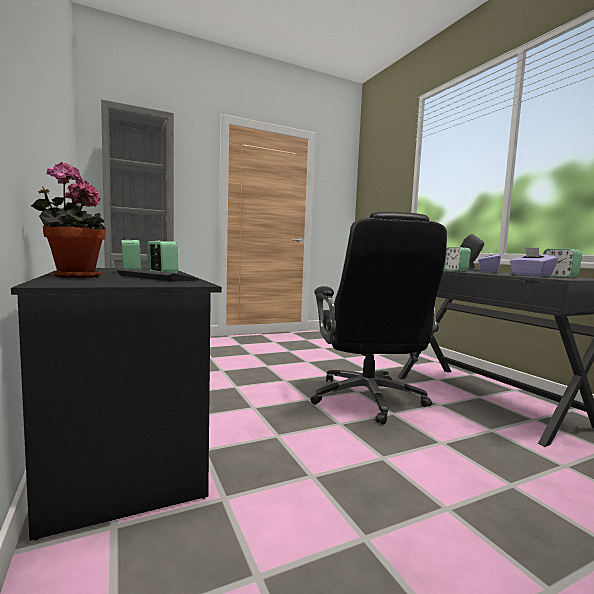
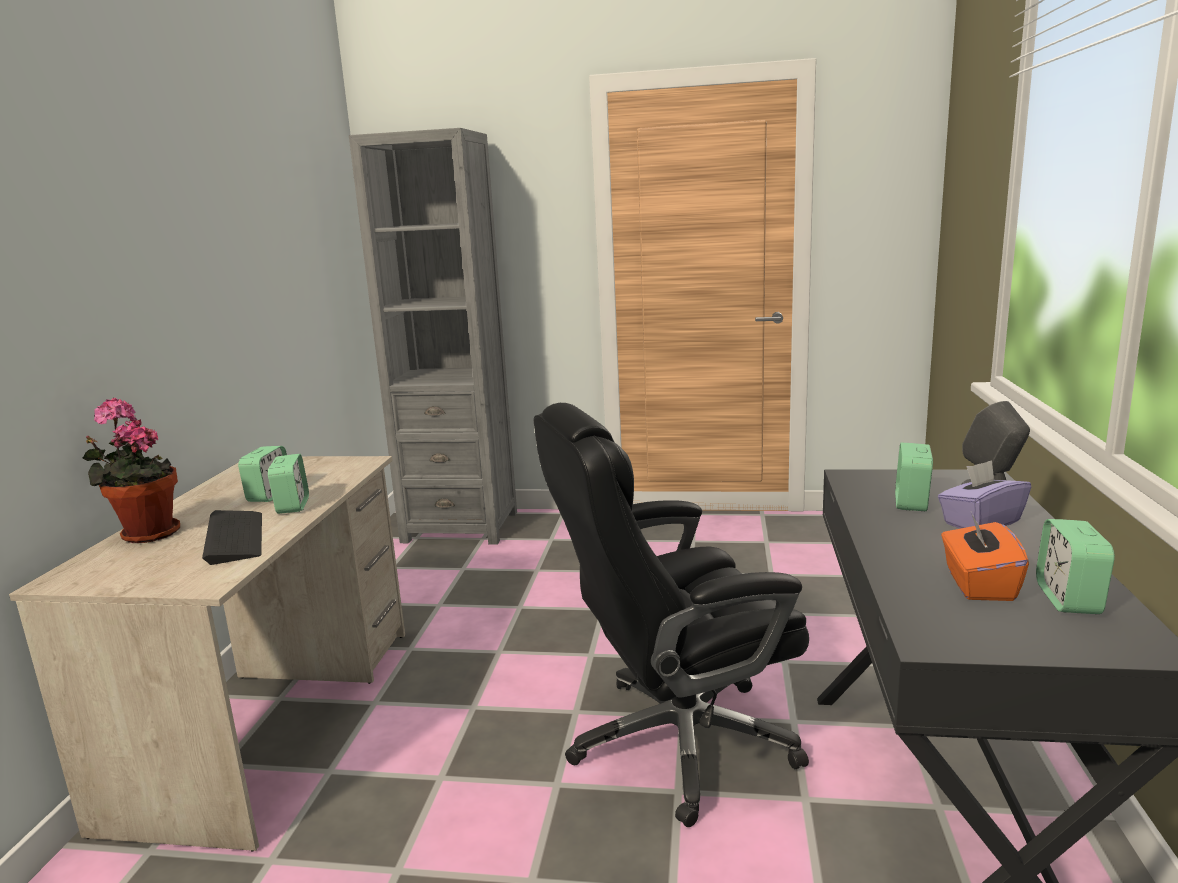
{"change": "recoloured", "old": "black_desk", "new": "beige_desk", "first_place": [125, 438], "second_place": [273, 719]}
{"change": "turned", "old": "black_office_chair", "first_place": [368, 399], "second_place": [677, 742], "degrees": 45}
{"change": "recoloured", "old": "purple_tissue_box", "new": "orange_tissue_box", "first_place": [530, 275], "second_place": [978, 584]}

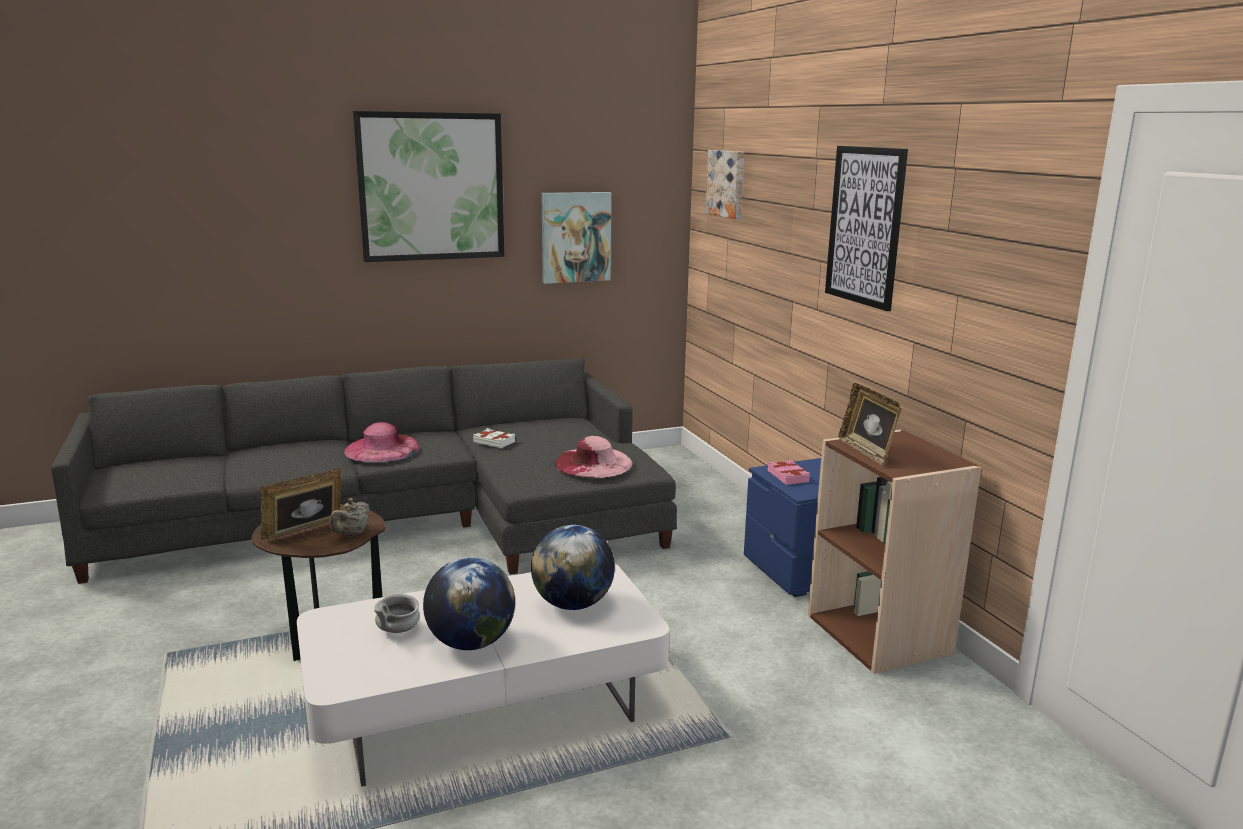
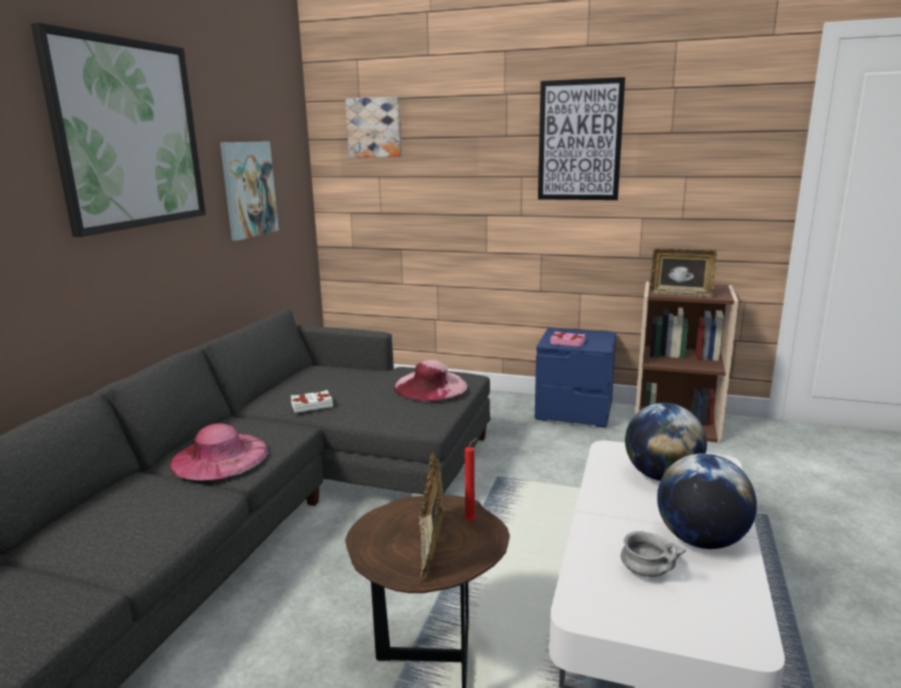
{"change": "replaced", "old": "beige_teapot", "new": "red_candle", "first_place": [351, 534], "second_place": [471, 521]}

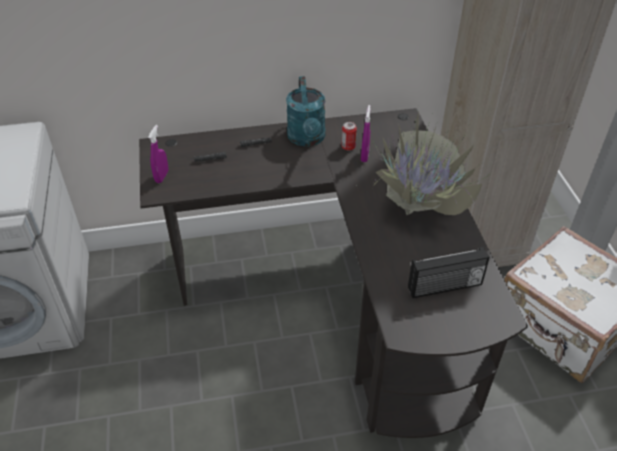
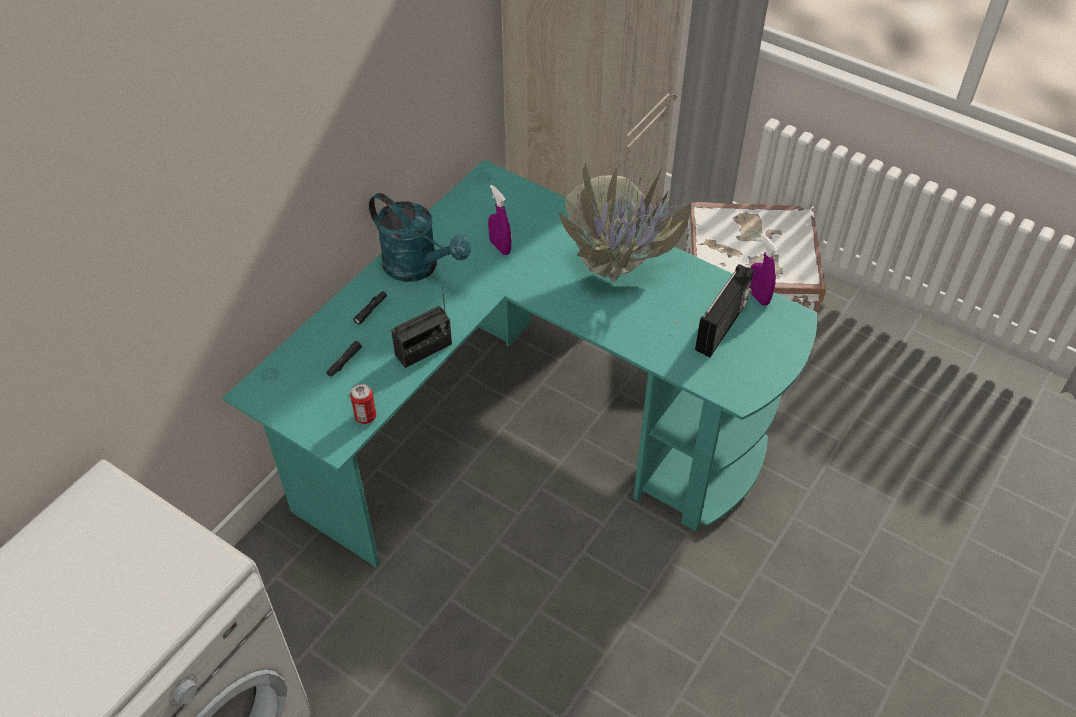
{"change": "recoloured", "old": "black_desk", "new": "turquoise_desk", "first_place": [337, 298], "second_place": [526, 432]}
{"change": "moved", "old": "purple_spray_bottle", "first_place": [162, 176], "second_place": [757, 296]}
{"change": "moved", "old": "can", "first_place": [348, 147], "second_place": [365, 416]}
{"change": "added", "new": "radio", "second_place": [423, 350]}

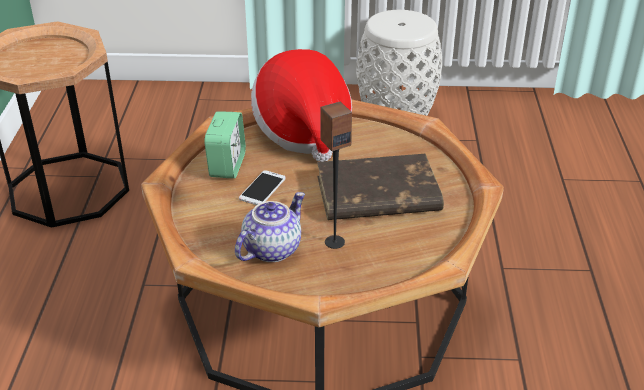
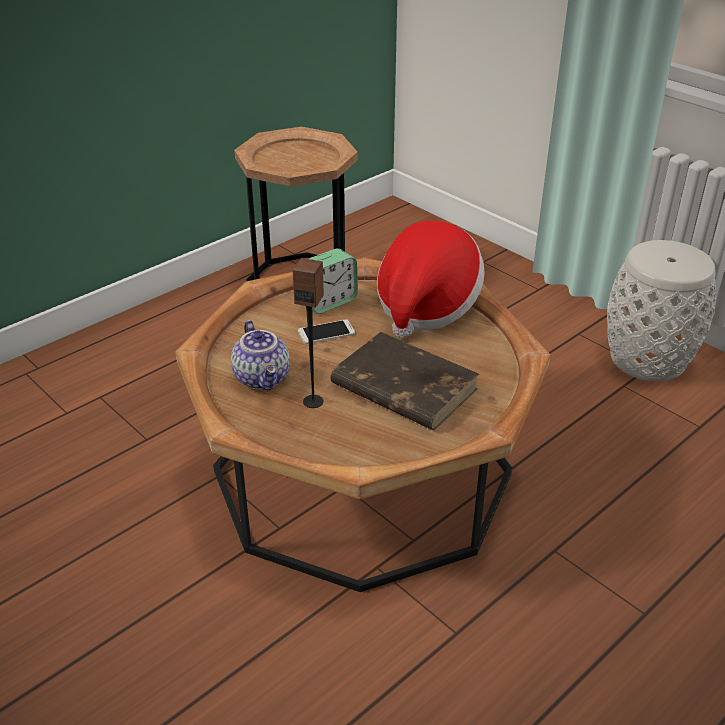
{"change": "turned", "old": "teapot", "first_place": [271, 249], "second_place": [263, 378], "degrees": 75}

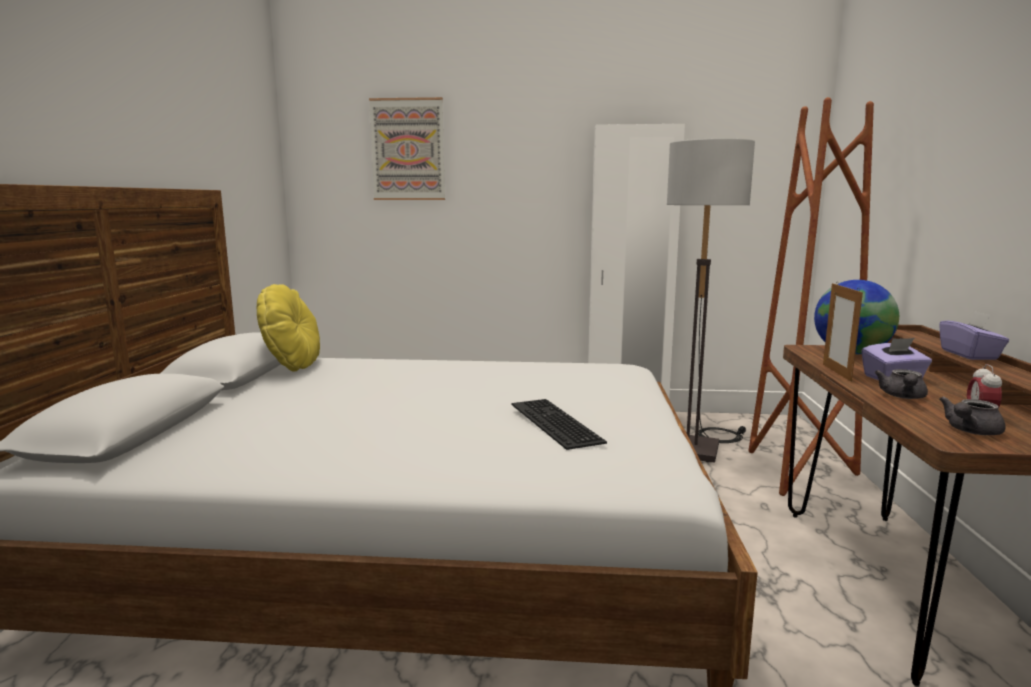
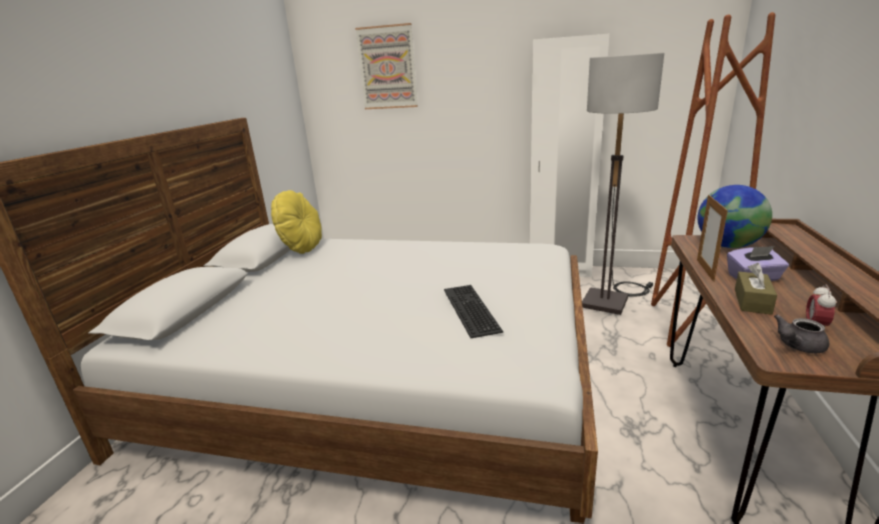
{"change": "replaced", "old": "grey_teapot", "new": "brown_tissue_box", "first_place": [902, 397], "second_place": [752, 301]}
{"change": "removed", "old": "purple_tissue_box", "first_place": [969, 355]}

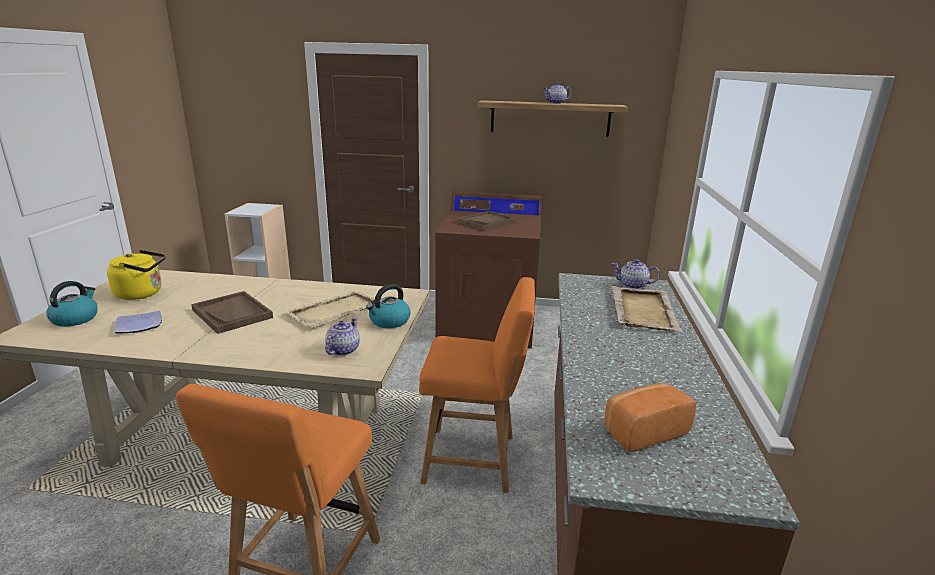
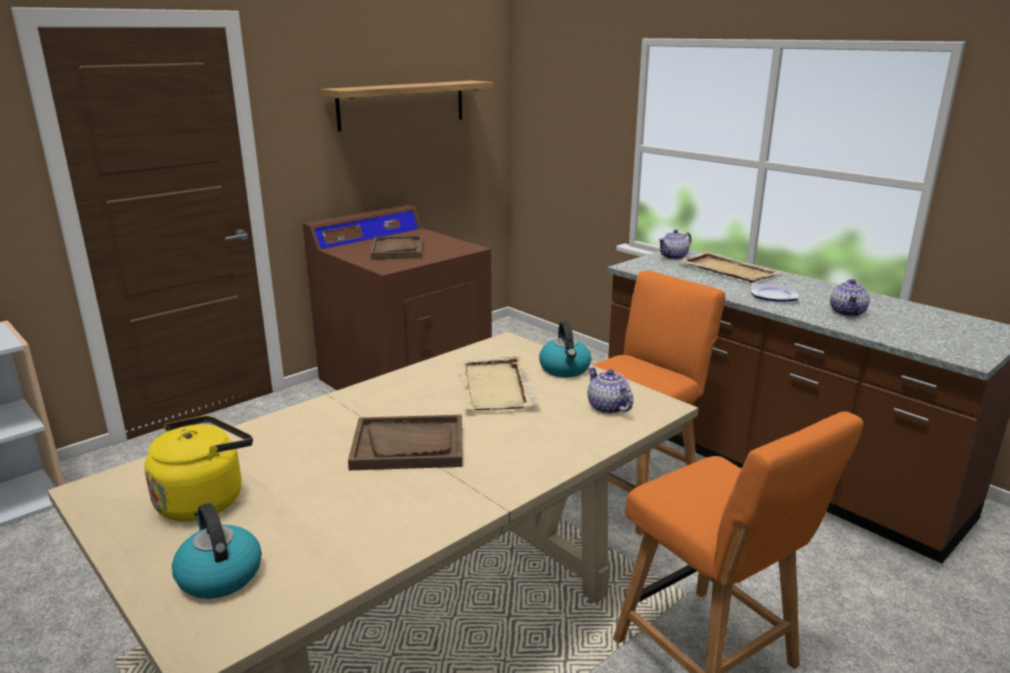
{"change": "moved", "old": "plate", "first_place": [140, 325], "second_place": [774, 295]}
{"change": "moved", "old": "teapot", "first_place": [556, 103], "second_place": [847, 312]}
{"change": "removed", "old": "bread", "first_place": [642, 431]}

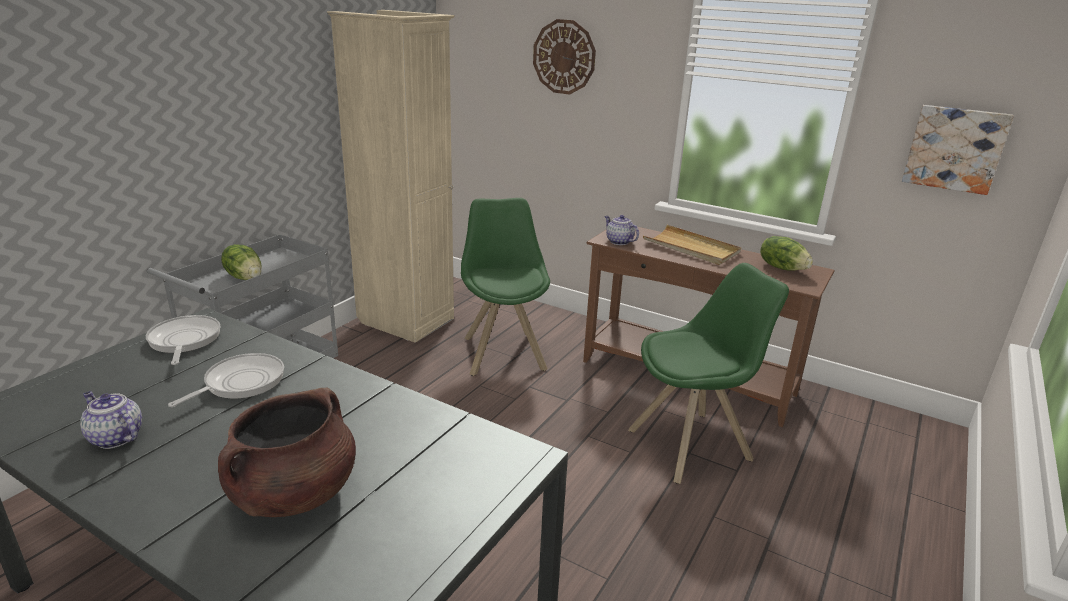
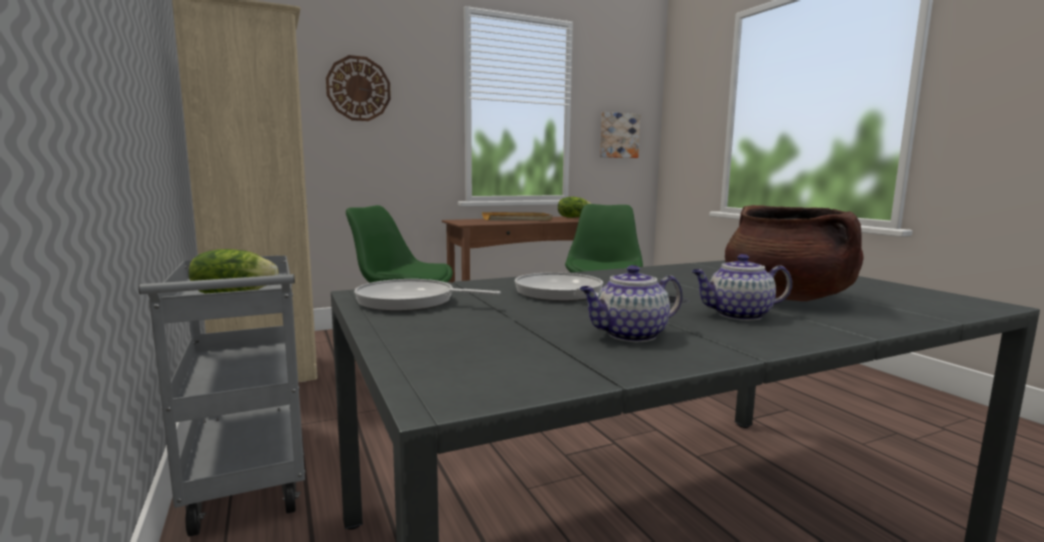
{"change": "moved", "old": "teapot", "first_place": [618, 241], "second_place": [737, 315]}

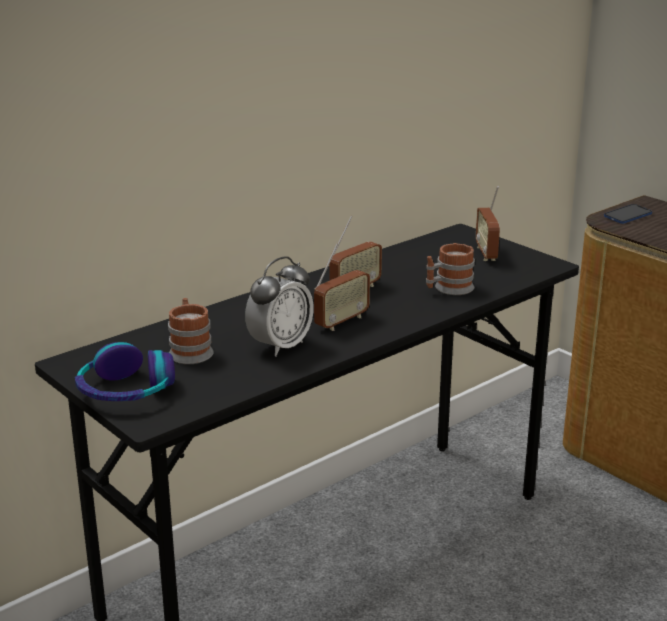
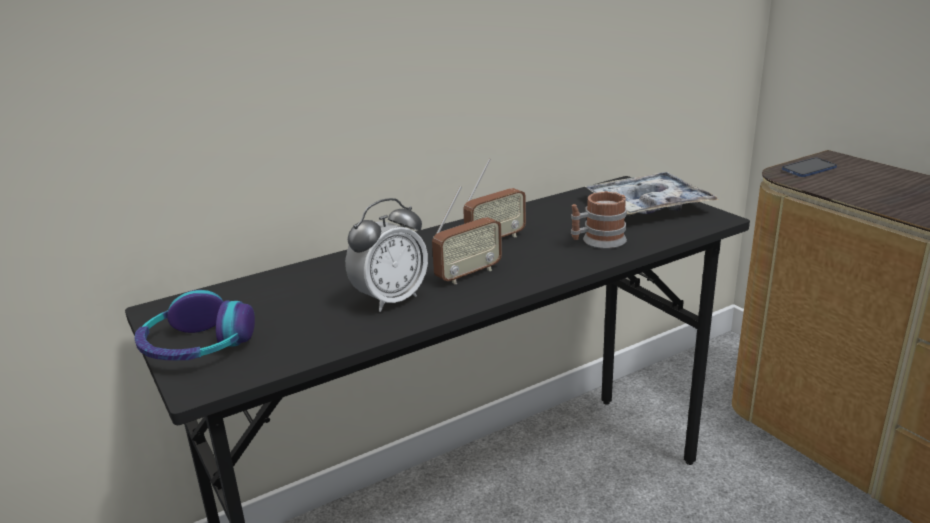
{"change": "removed", "old": "mug", "first_place": [190, 351]}
{"change": "replaced", "old": "radio", "new": "tray", "first_place": [486, 253], "second_place": [648, 205]}

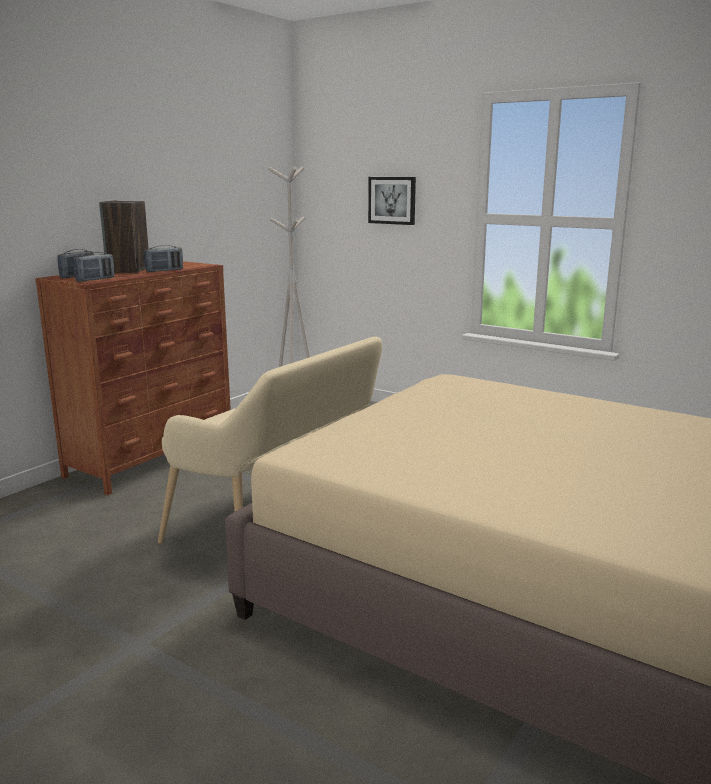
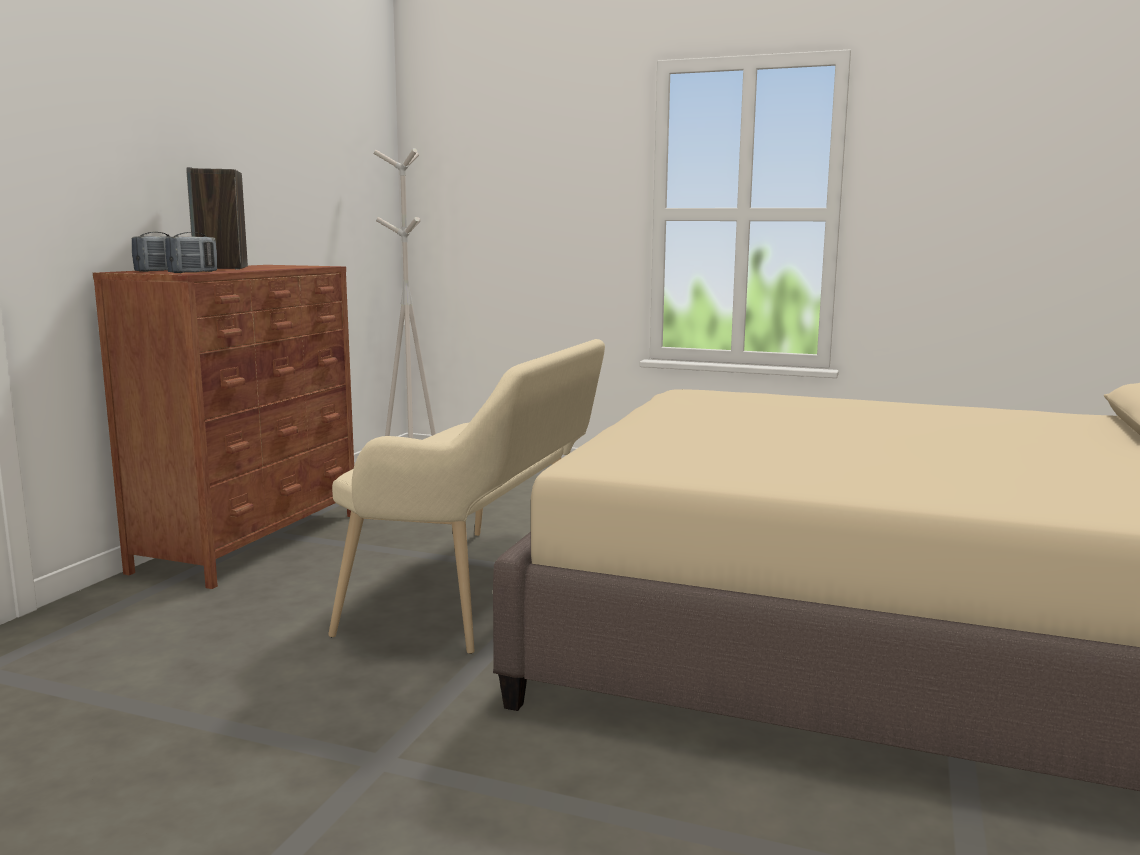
{"change": "removed", "old": "radio", "first_place": [164, 271]}
{"change": "removed", "old": "picture", "first_place": [392, 200]}

